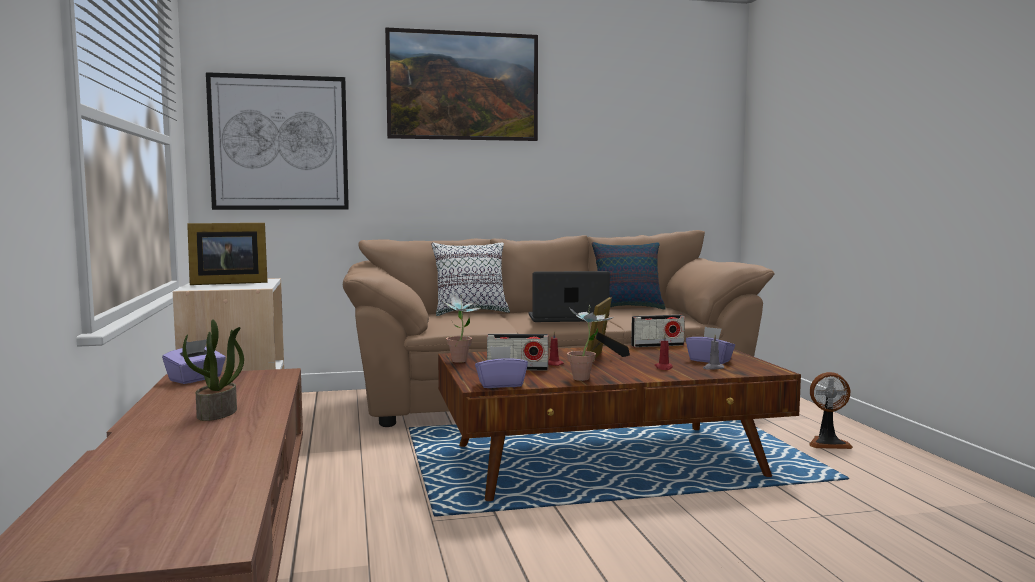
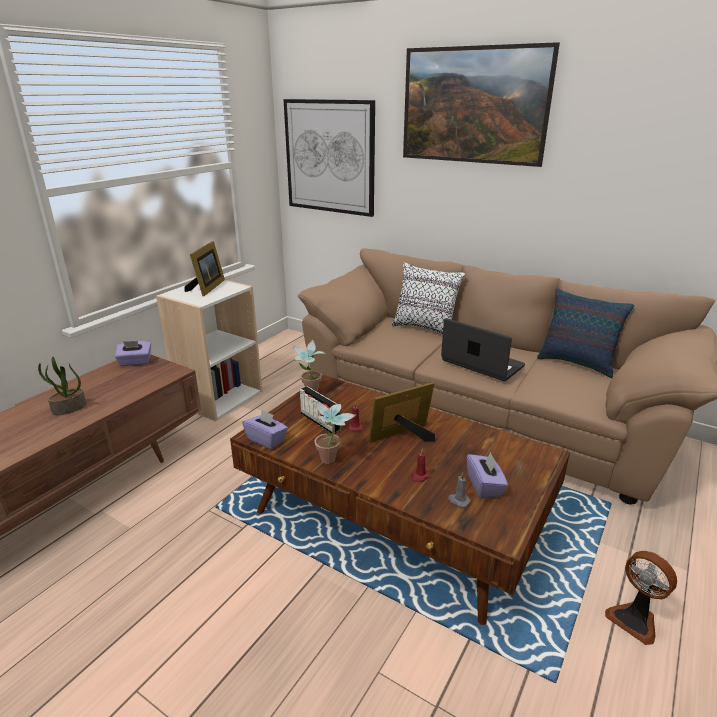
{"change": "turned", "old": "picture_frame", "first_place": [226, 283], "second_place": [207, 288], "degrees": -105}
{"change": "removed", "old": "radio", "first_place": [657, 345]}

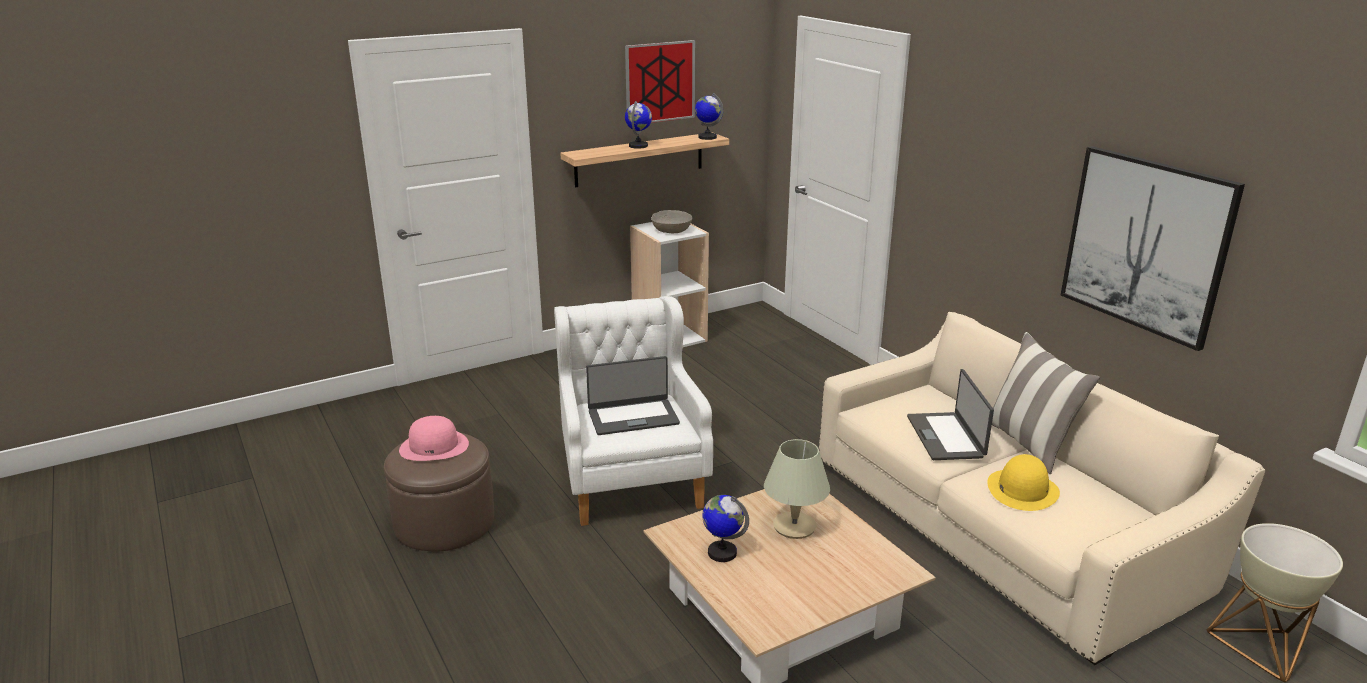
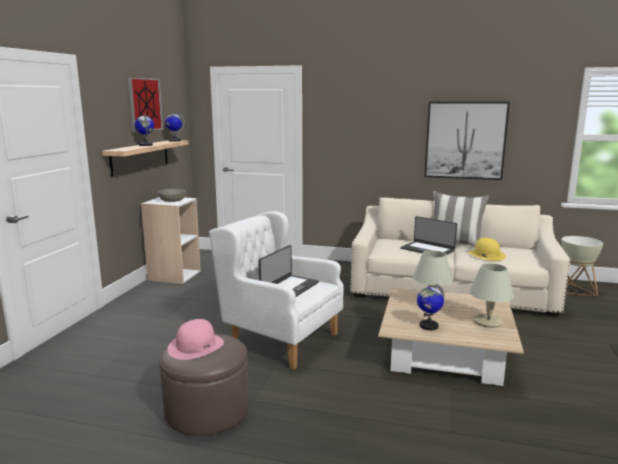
{"change": "added", "new": "beige_table_lamp", "second_place": [488, 322]}

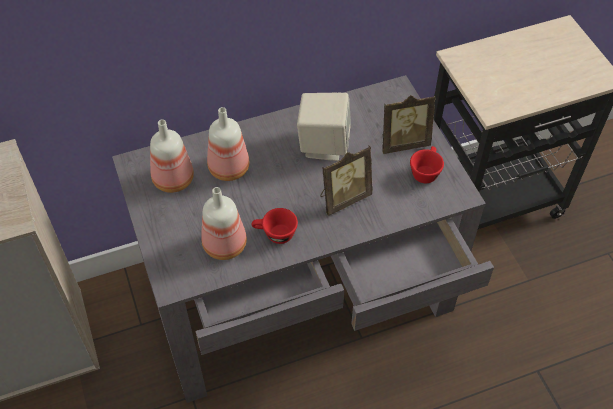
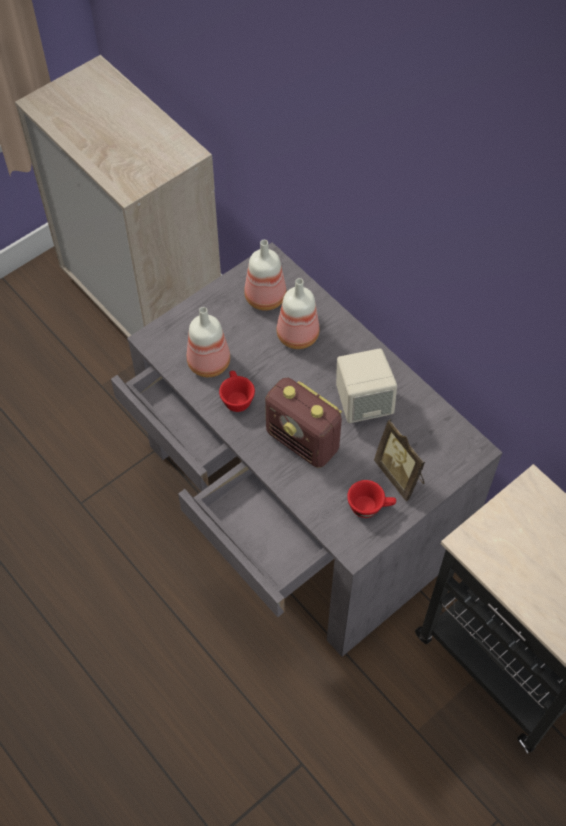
{"change": "replaced", "old": "picture_frame", "new": "radio", "first_place": [343, 198], "second_place": [303, 441]}

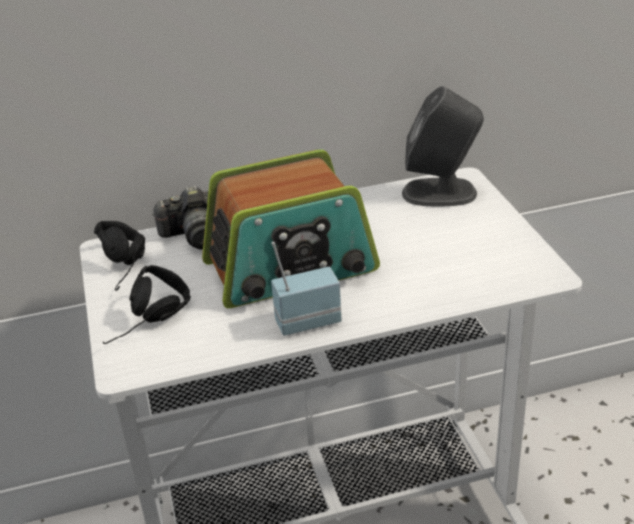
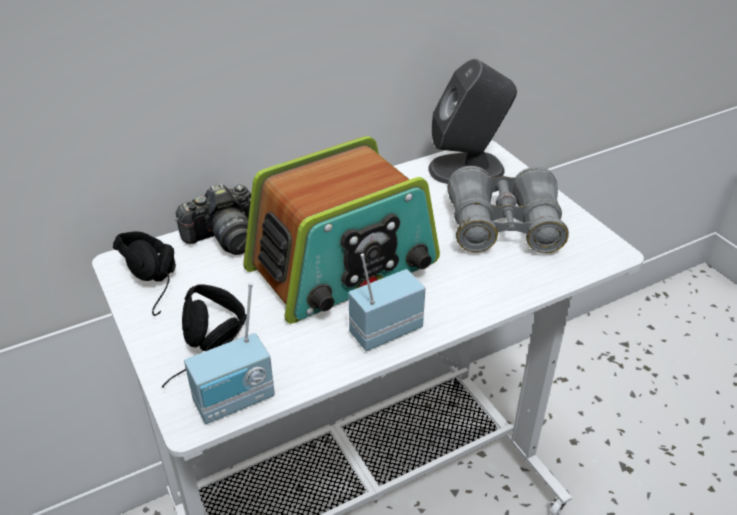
{"change": "added", "new": "radio", "second_place": [236, 402]}
{"change": "added", "new": "grey_binoculars", "second_place": [503, 227]}

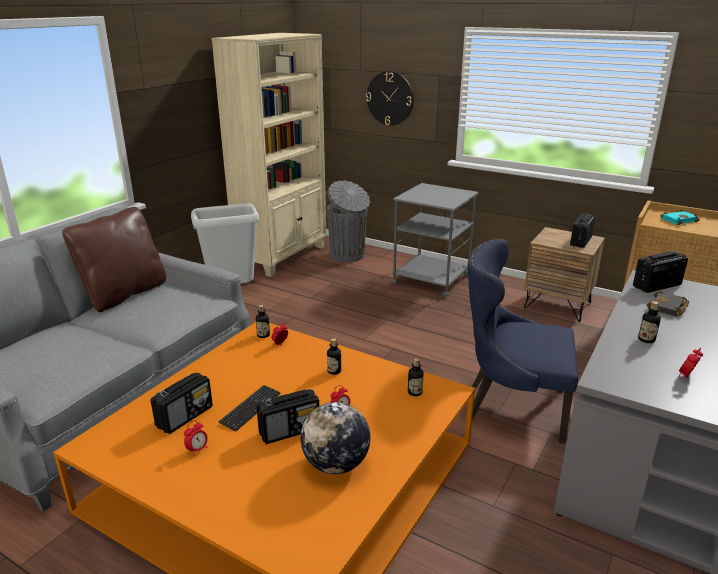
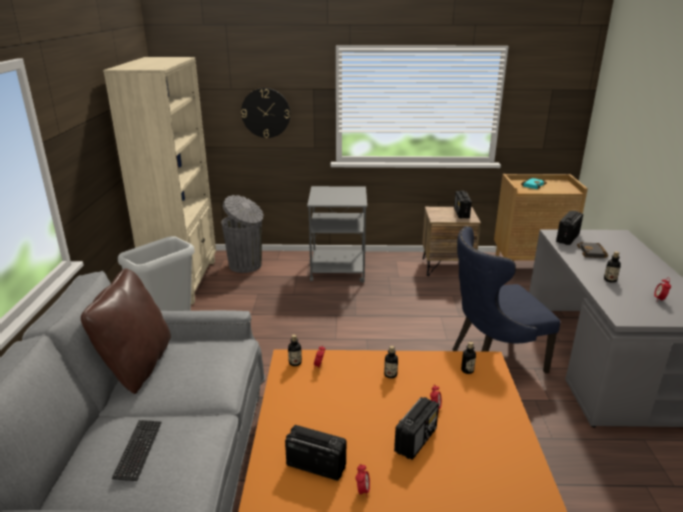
{"change": "turned", "old": "radio", "first_place": [185, 416], "second_place": [315, 465], "degrees": -75}
{"change": "moved", "old": "keyboard", "first_place": [250, 408], "second_place": [138, 450]}
{"change": "removed", "old": "globe", "first_place": [336, 464]}

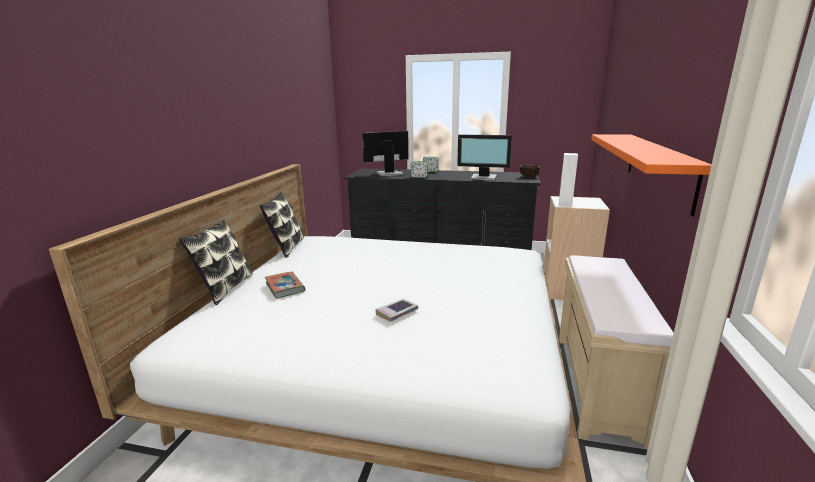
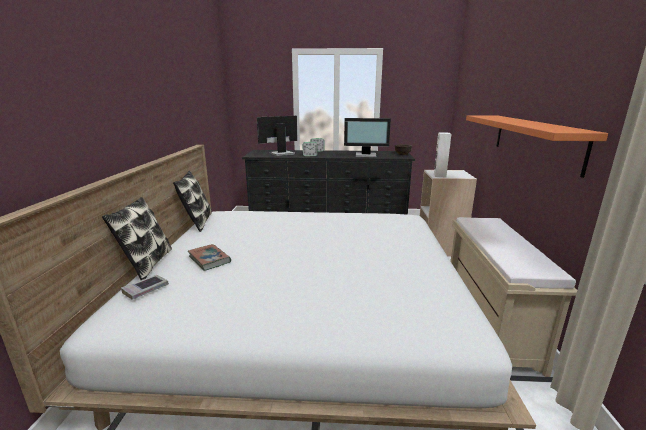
{"change": "moved", "old": "book", "first_place": [397, 313], "second_place": [146, 289]}

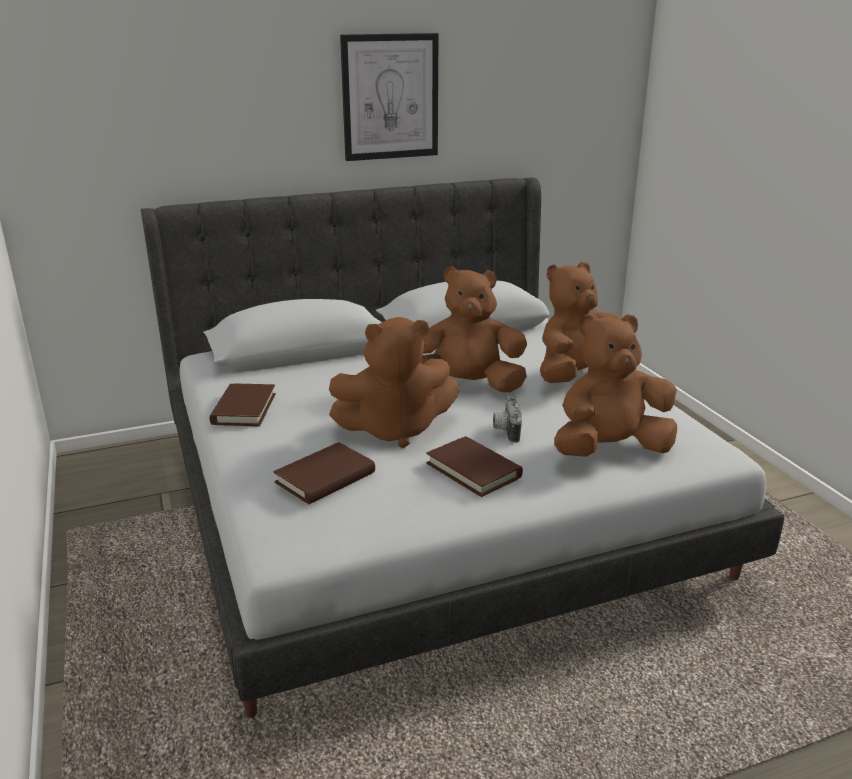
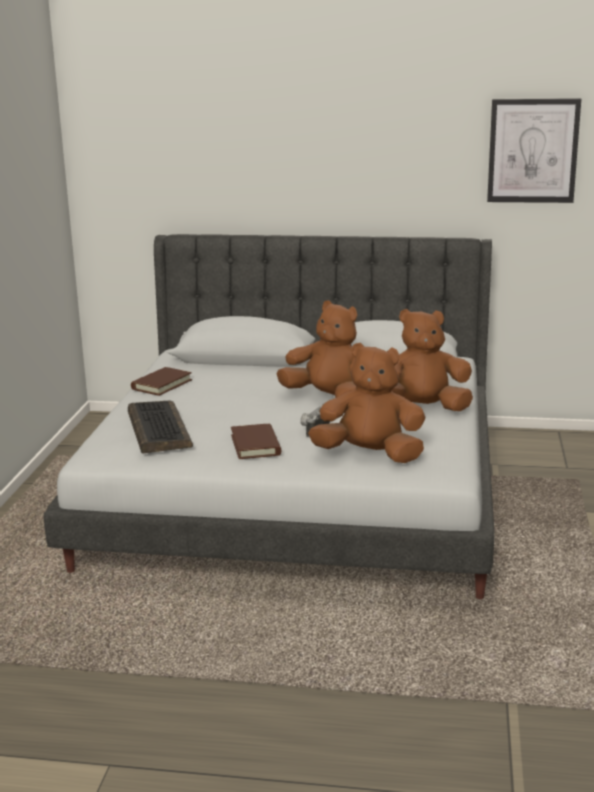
{"change": "replaced", "old": "brown_book", "new": "keyboard", "first_place": [325, 478], "second_place": [157, 428]}
{"change": "removed", "old": "brown_plush_toy", "first_place": [395, 429]}
{"change": "moved", "old": "picture", "first_place": [390, 97], "second_place": [533, 151]}

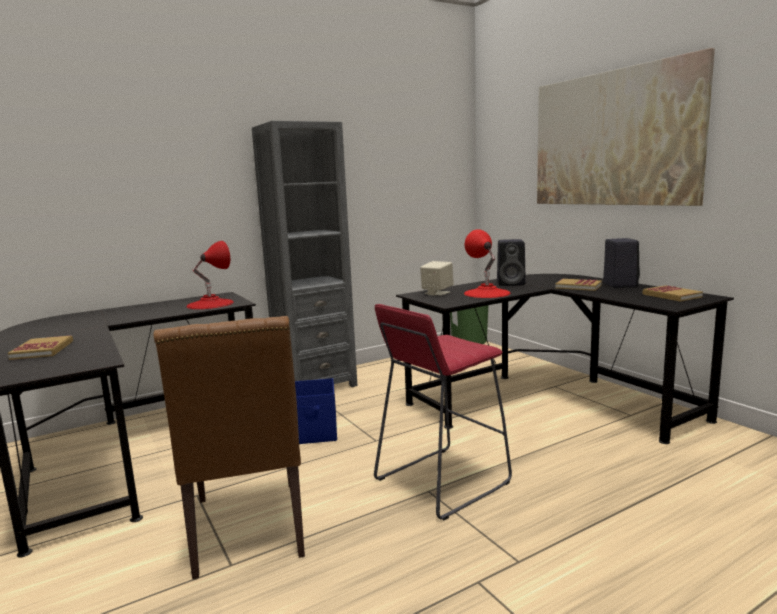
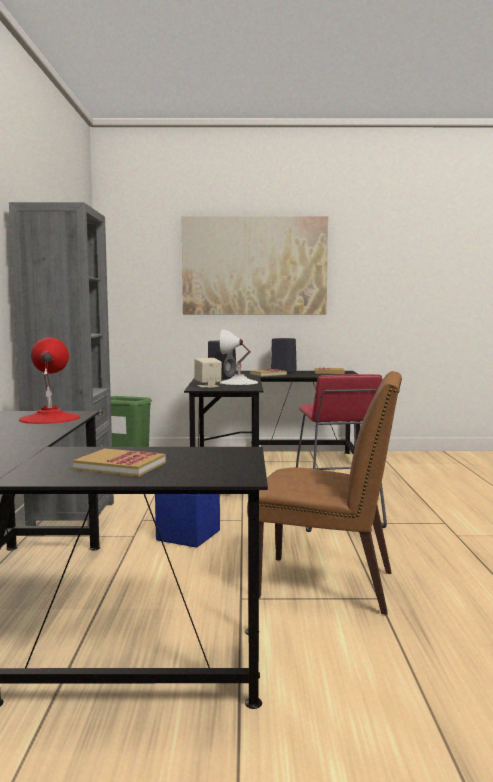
{"change": "recoloured", "old": "red_table_lamp", "new": "white_table_lamp", "first_place": [486, 293], "second_place": [239, 382]}

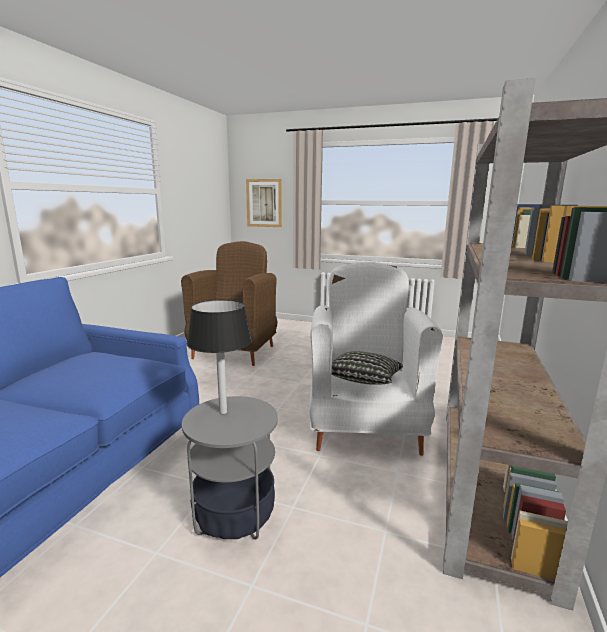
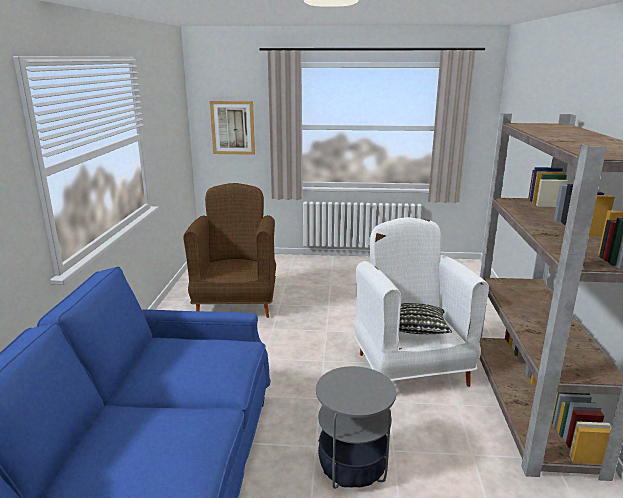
{"change": "removed", "old": "black_table_lamp", "first_place": [223, 412]}

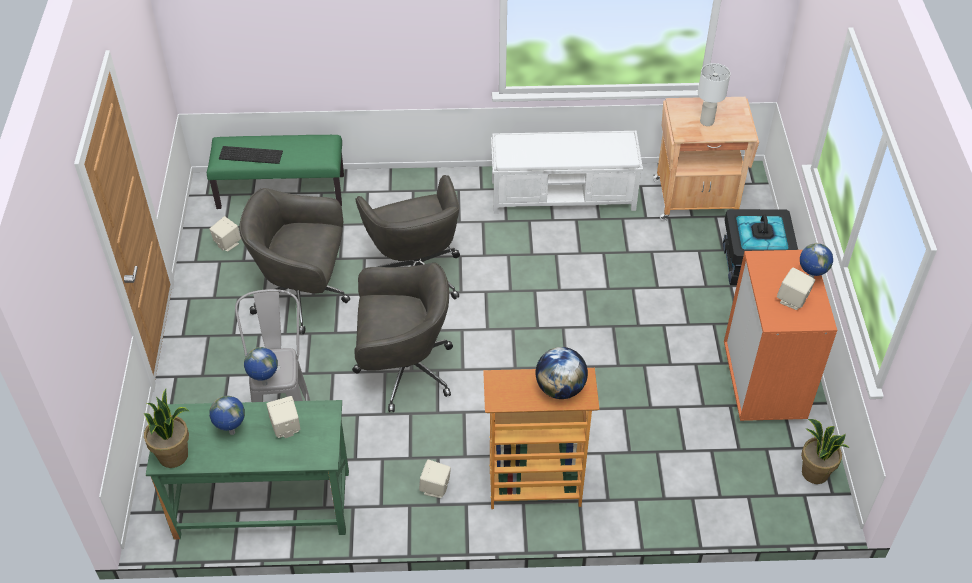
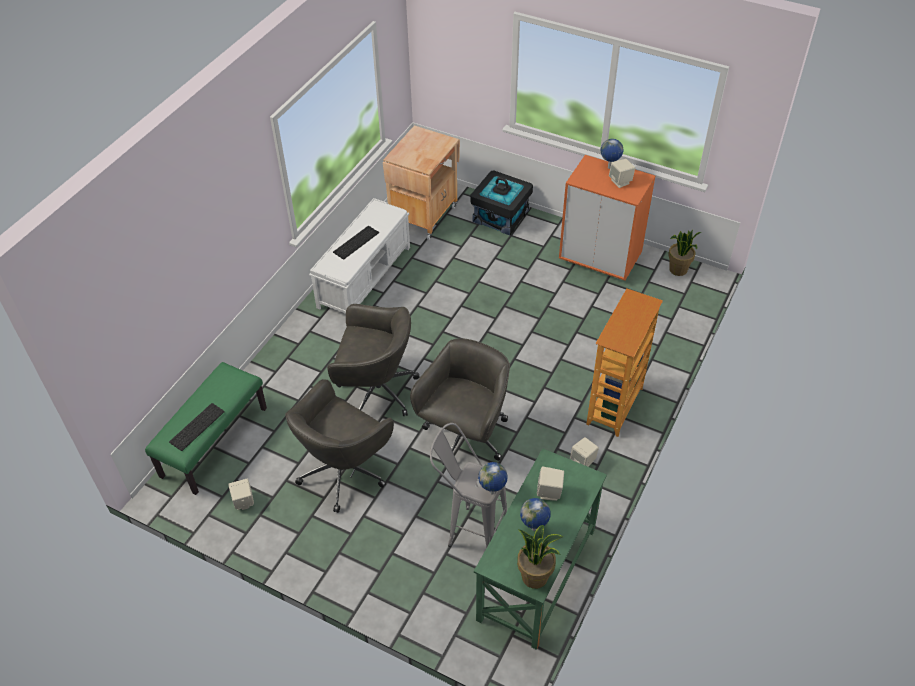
{"change": "removed", "old": "globe", "first_place": [560, 388]}
{"change": "removed", "old": "white_table_lamp", "first_place": [707, 121]}
{"change": "added", "new": "keyboard", "second_place": [356, 242]}

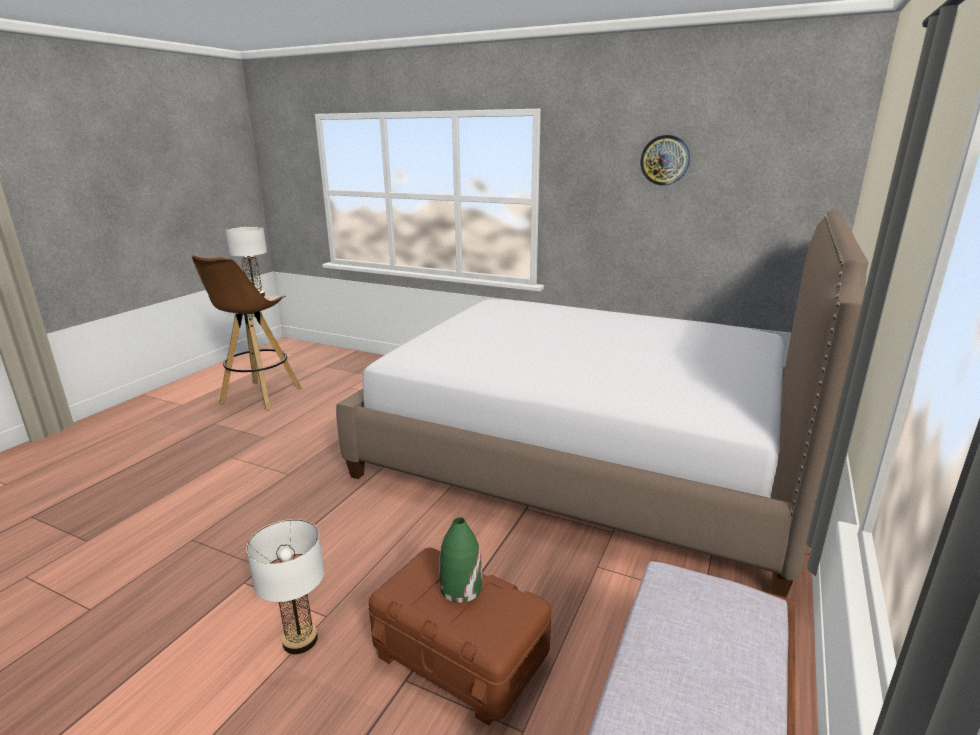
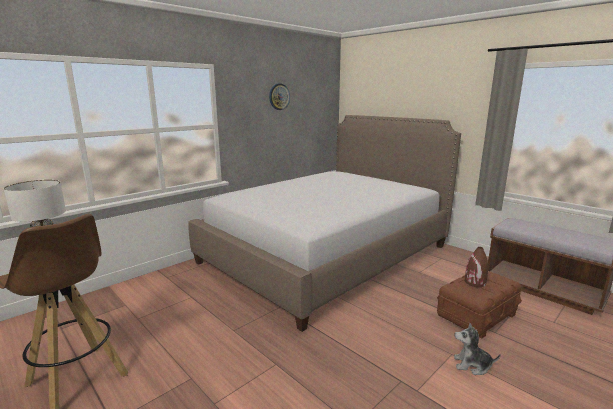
{"change": "replaced", "old": "table_lamp", "new": "plush_toy", "first_place": [299, 640], "second_place": [472, 365]}
{"change": "recoloured", "old": "green_vase", "new": "brown_vase", "first_place": [460, 587], "second_place": [475, 282]}

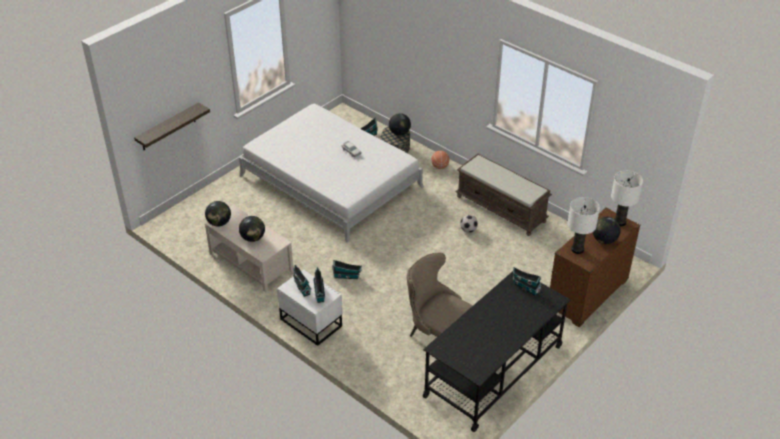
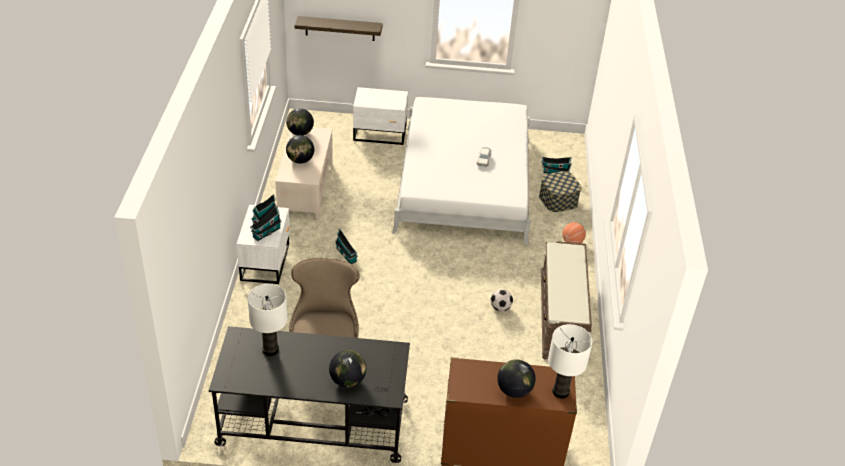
{"change": "moved", "old": "globe", "first_place": [399, 133], "second_place": [347, 380]}
{"change": "removed", "old": "toy_house", "first_place": [525, 287]}
{"change": "moved", "old": "white_table_lamp", "first_place": [577, 249], "second_place": [270, 349]}
{"change": "added", "new": "white_nightstand", "second_place": [380, 134]}

